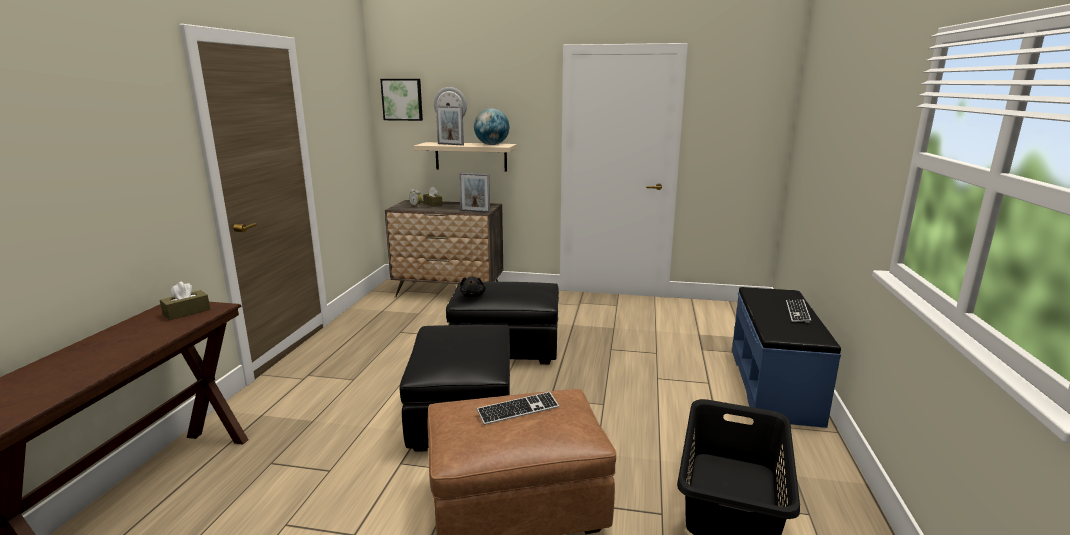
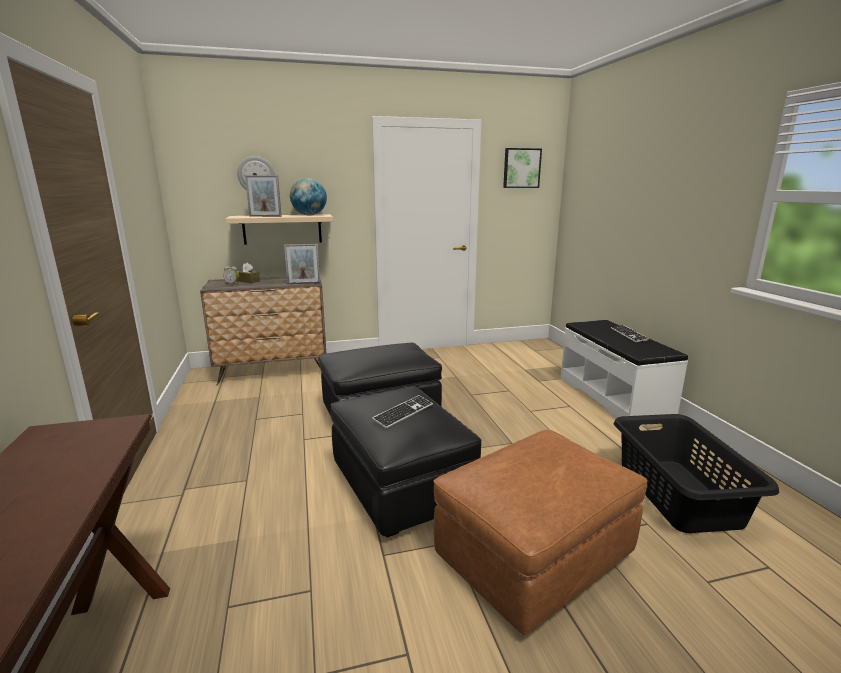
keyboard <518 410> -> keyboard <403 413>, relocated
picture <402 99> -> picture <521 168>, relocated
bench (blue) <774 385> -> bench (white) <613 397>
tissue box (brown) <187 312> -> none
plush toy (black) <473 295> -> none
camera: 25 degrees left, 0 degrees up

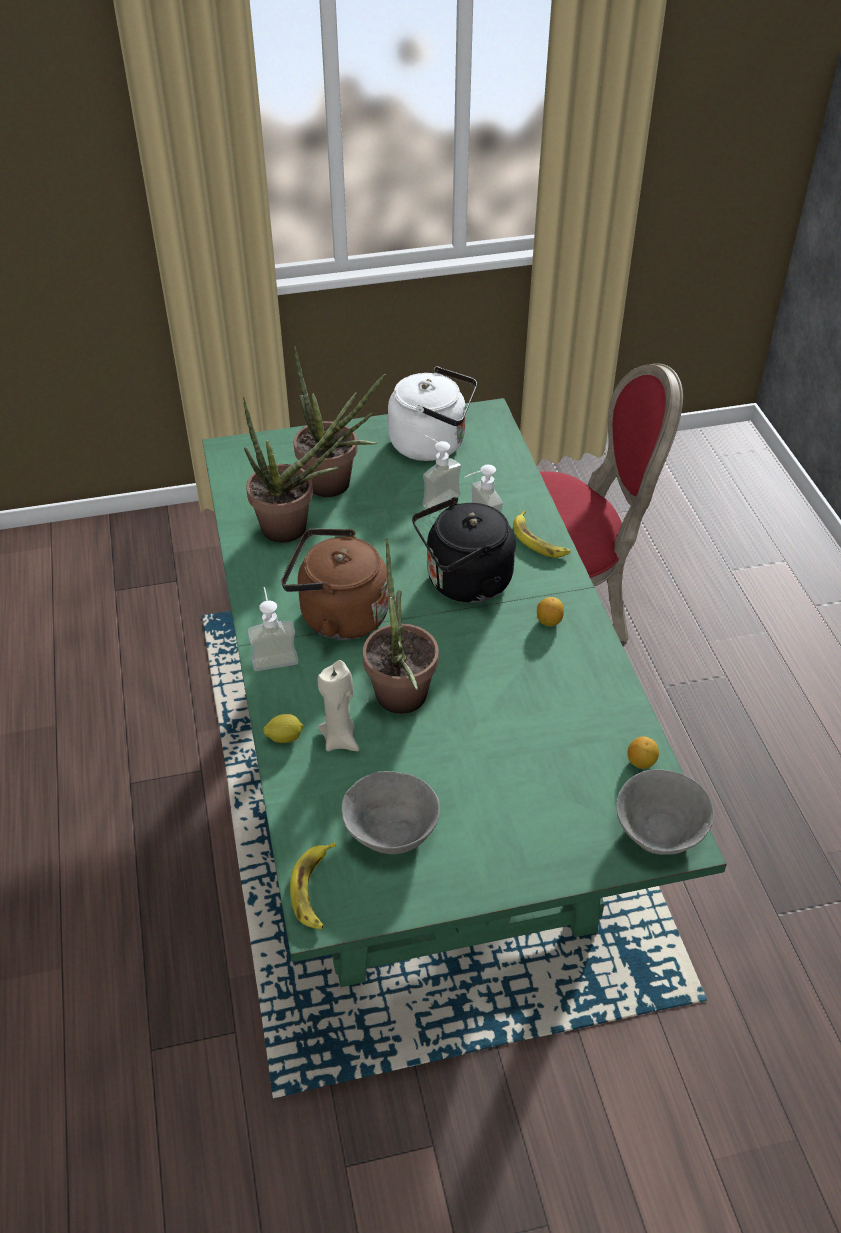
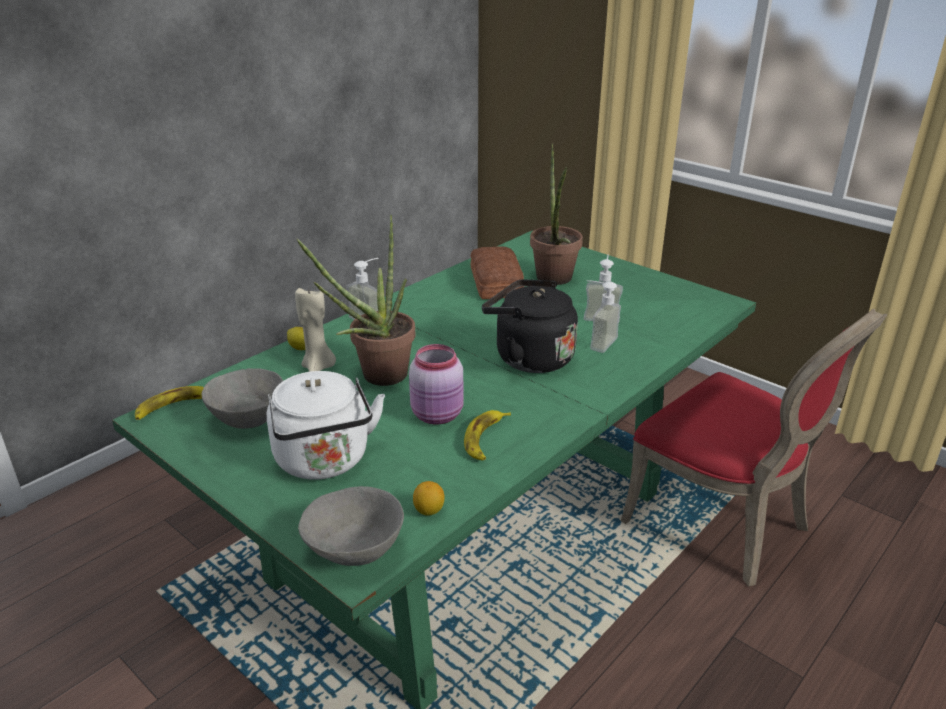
kettle (white) <432 444> -> kettle (white) <325 462>, relocated
none -> jar (pink) <438 415>
banana <538 540> -> banana <485 439>, relocated
potted plant <294 529> -> bread <494 283>
kettle (brown) <338 615> -> none
lemon <549 621> -> none
camera: 55 degrees right, 15 degrees down

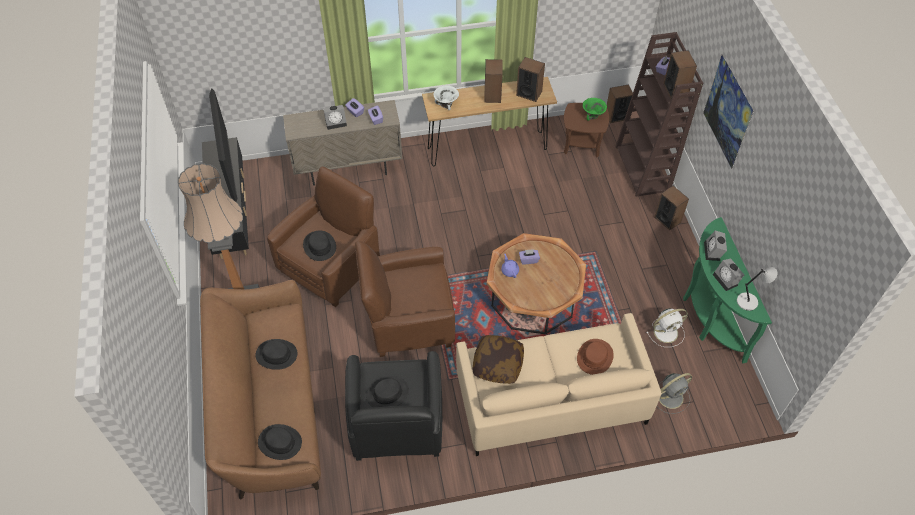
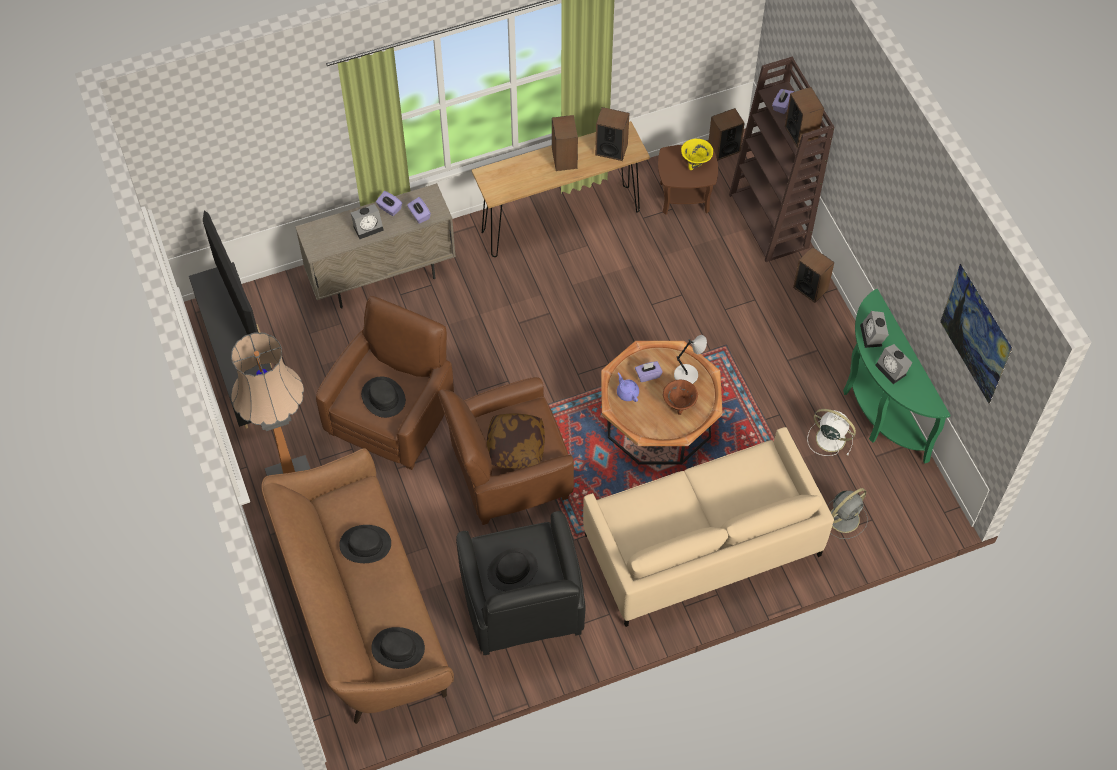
pillow <497 364> -> pillow <515 446>, relocated
none -> bowl (brown) <679 403>
table lamp (grey) <748 301> -> table lamp (grey) <687 374>, relocated
bowl (green) <593 115> -> bowl (yellow) <695 161>
fan (white) <667 332> -> fan (white) <829 438>, 120 degrees counterclockwise
picture <722 126> -> picture <969 348>, relocated
bowl (white) <446 104> -> none
hat (brown) <595 357> -> none
camera: 10 degrees left, 5 degrees up

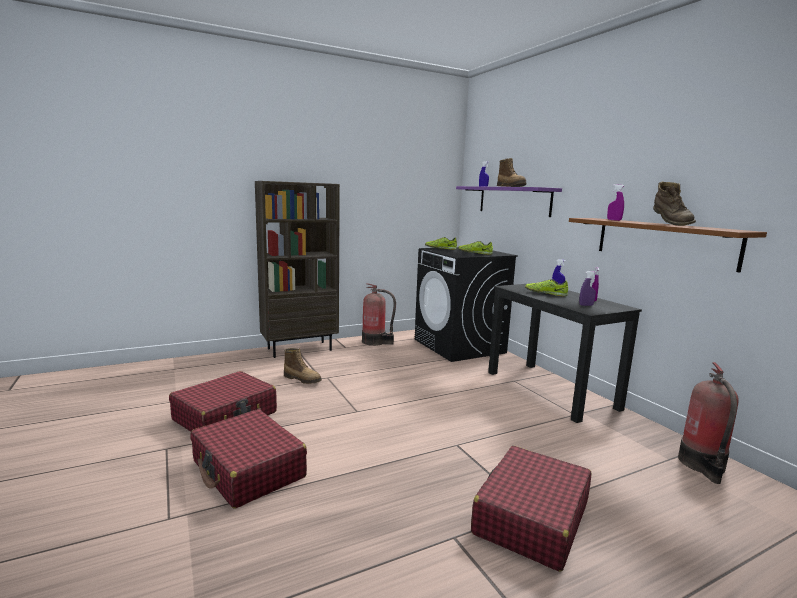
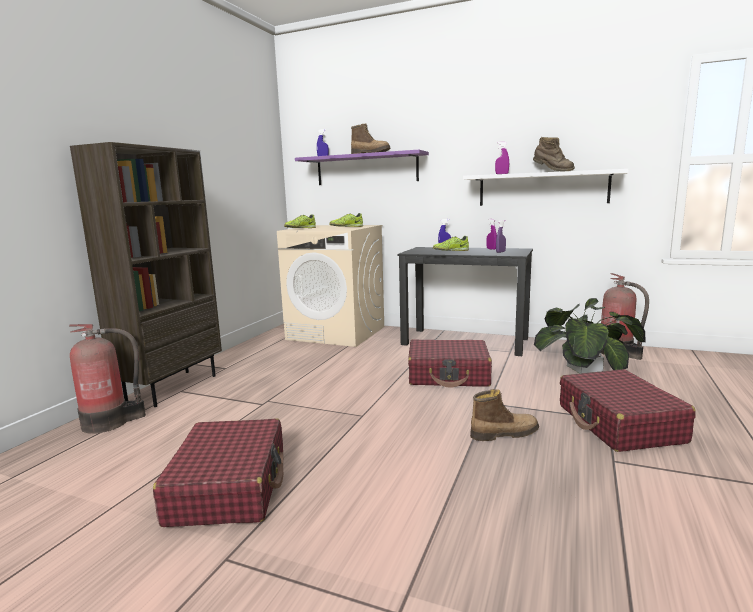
fire extinguisher <375 342> -> fire extinguisher <109 422>, relocated
washing machine (black) <459 346> -> washing machine (beige) <337 333>
suitcase (red) <248 470> -> suitcase (red) <448 375>, relocated
shelf (brown) <663 242> -> shelf (white) <542 188>
boot <303 379> -> boot <503 434>, relocated
none -> potted plant <584 368>
camera: 40 degrees left, 0 degrees up

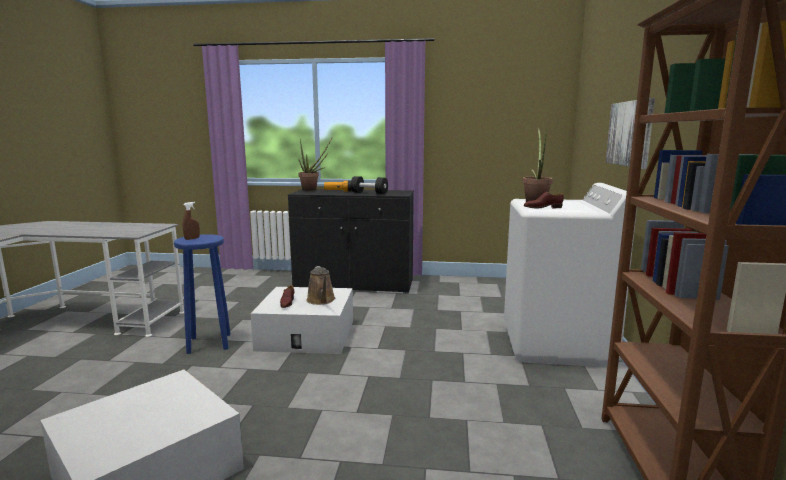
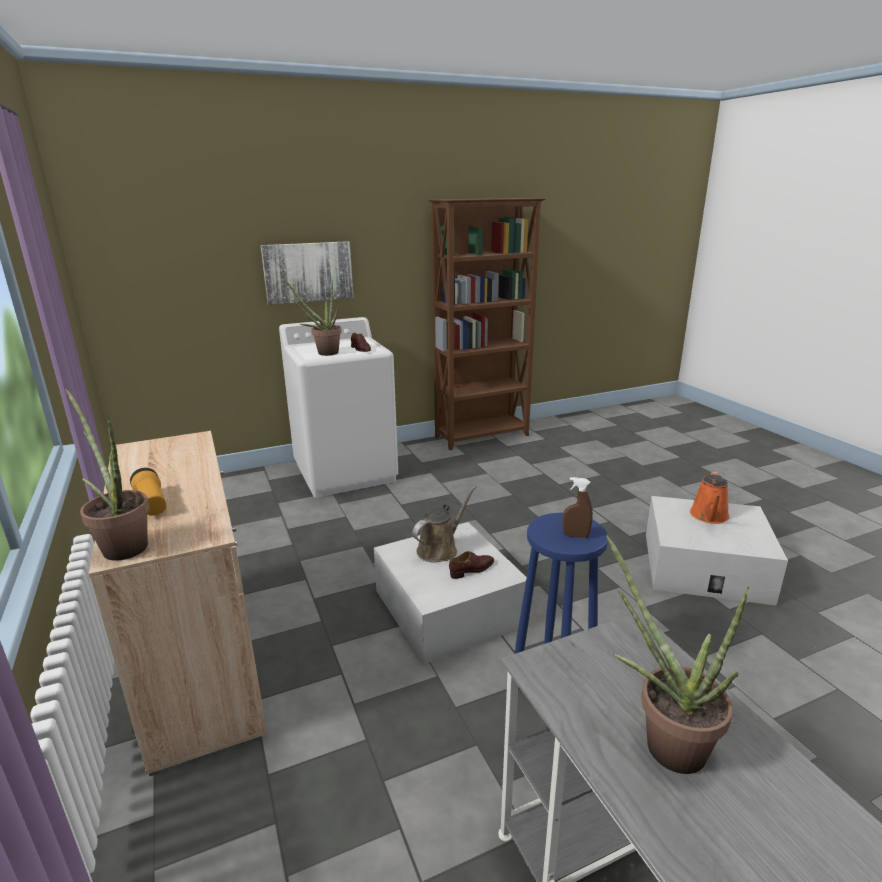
cabinet (black) <354 285> -> cabinet (beige) <201 661>
none -> potted plant <663 741>
none -> watering can (orange) <709 516>
dumbbell (black) <369 193> -> none
camera: 120 degrees left, 10 degrees up

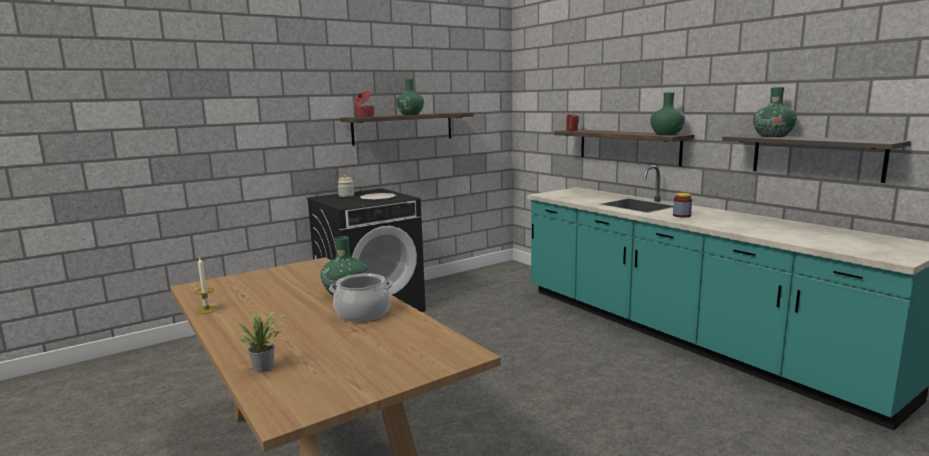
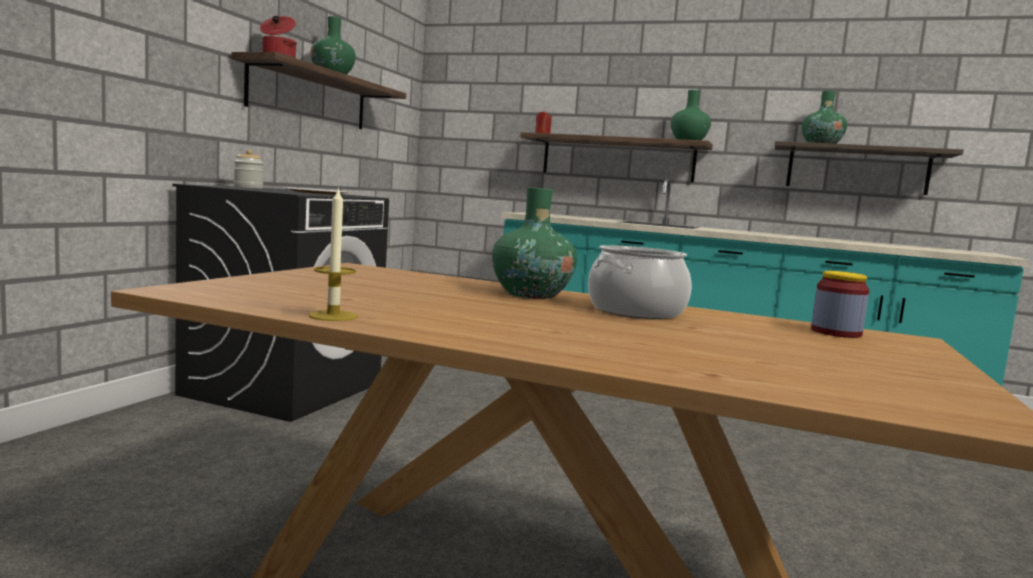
jar <681 215> -> jar <836 332>, relocated
potted plant <265 367> -> none
camera: 35 degrees left, 5 degrees down

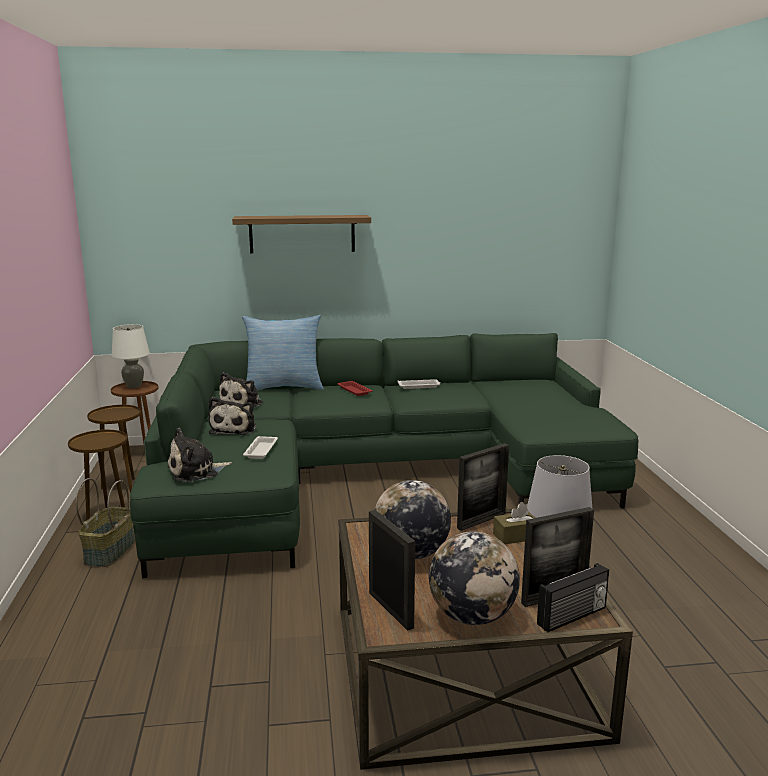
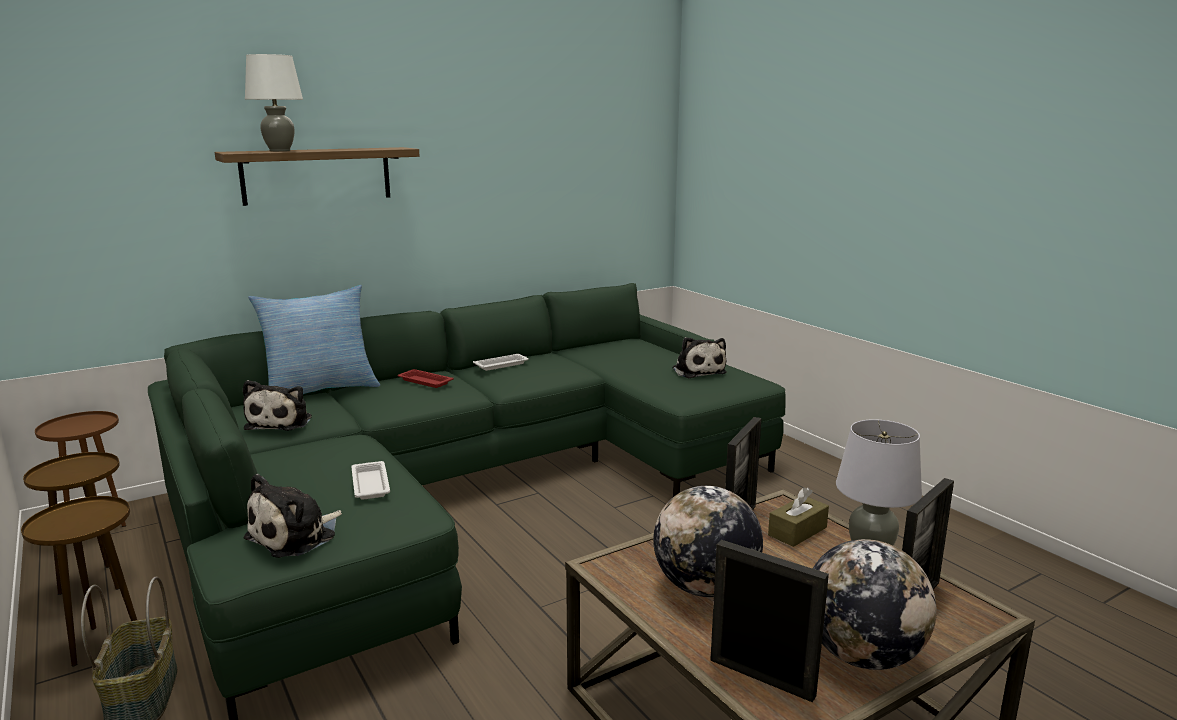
table lamp (white) <134 386> -> table lamp (white) <280 150>, relocated
plush toy <234 429> -> plush toy <697 371>, relocated
radio <573 617> -> none
camera: 25 degrees left, 0 degrees up

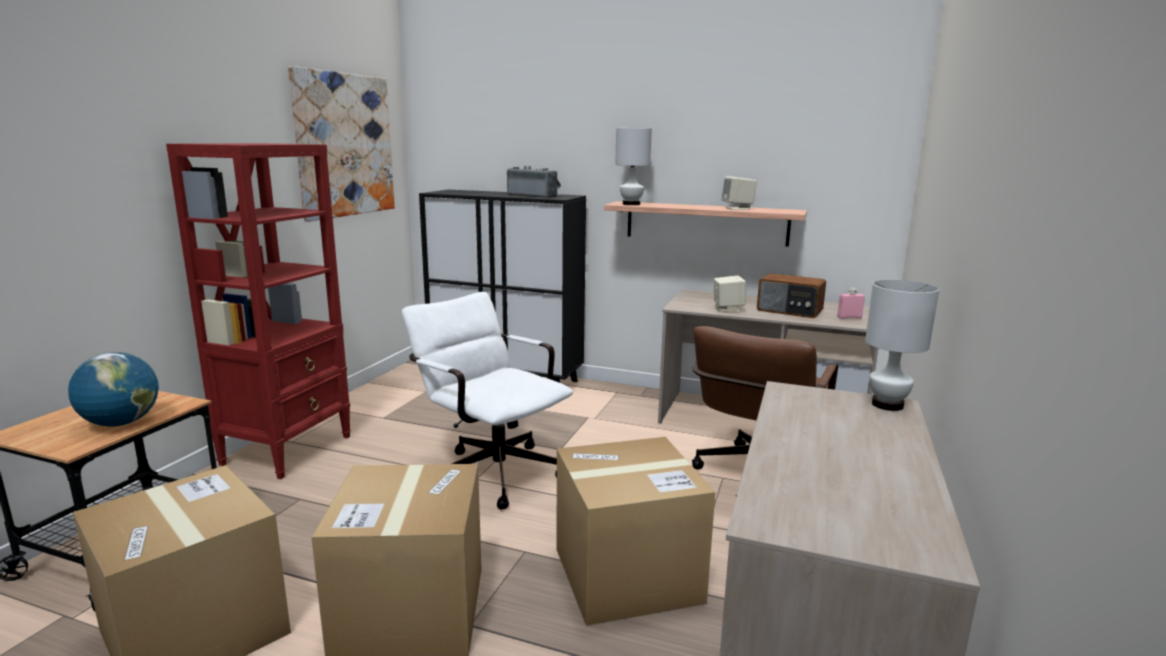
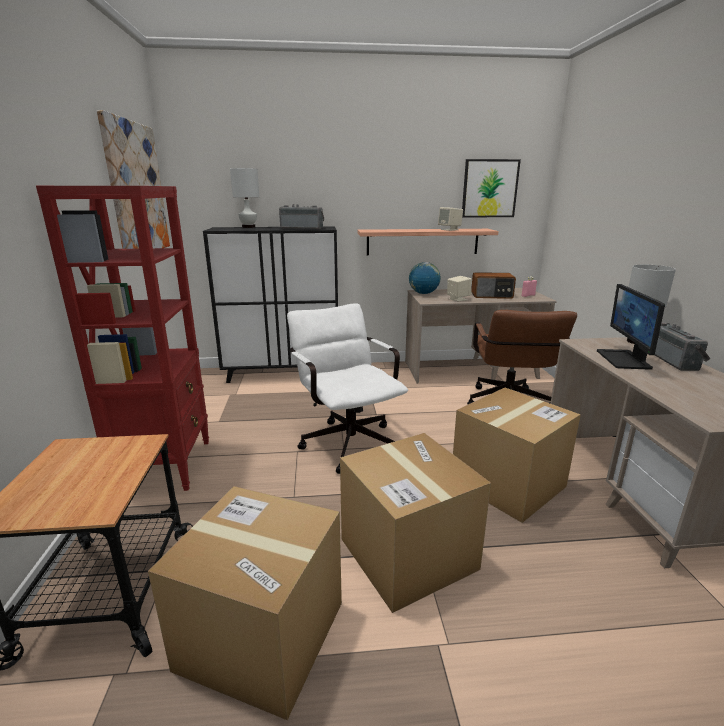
table lamp (white) <631 204> -> table lamp (white) <248 227>, relocated
office chair (white) <491 470> -> office chair (white) <347 440>, 45 degrees clockwise
globe <121 423> -> globe <423 293>, relocated
none -> picture <489 188>
none -> monitor <624 359>
none -> radio <674 360>
camera: 25 degrees left, 5 degrees up

